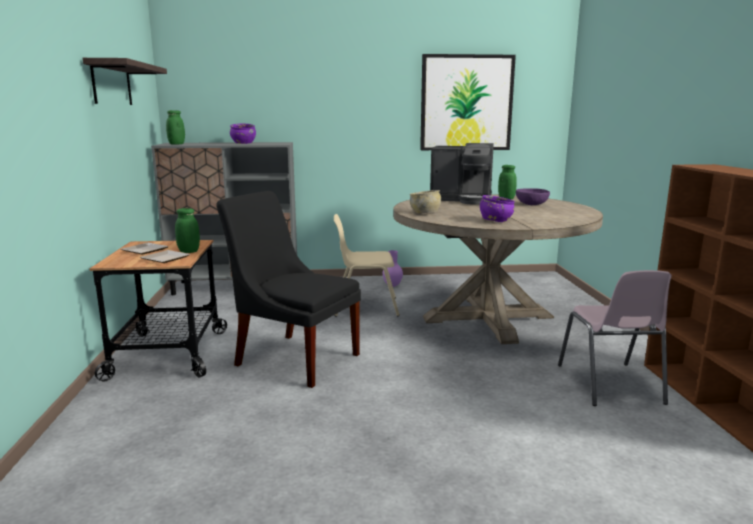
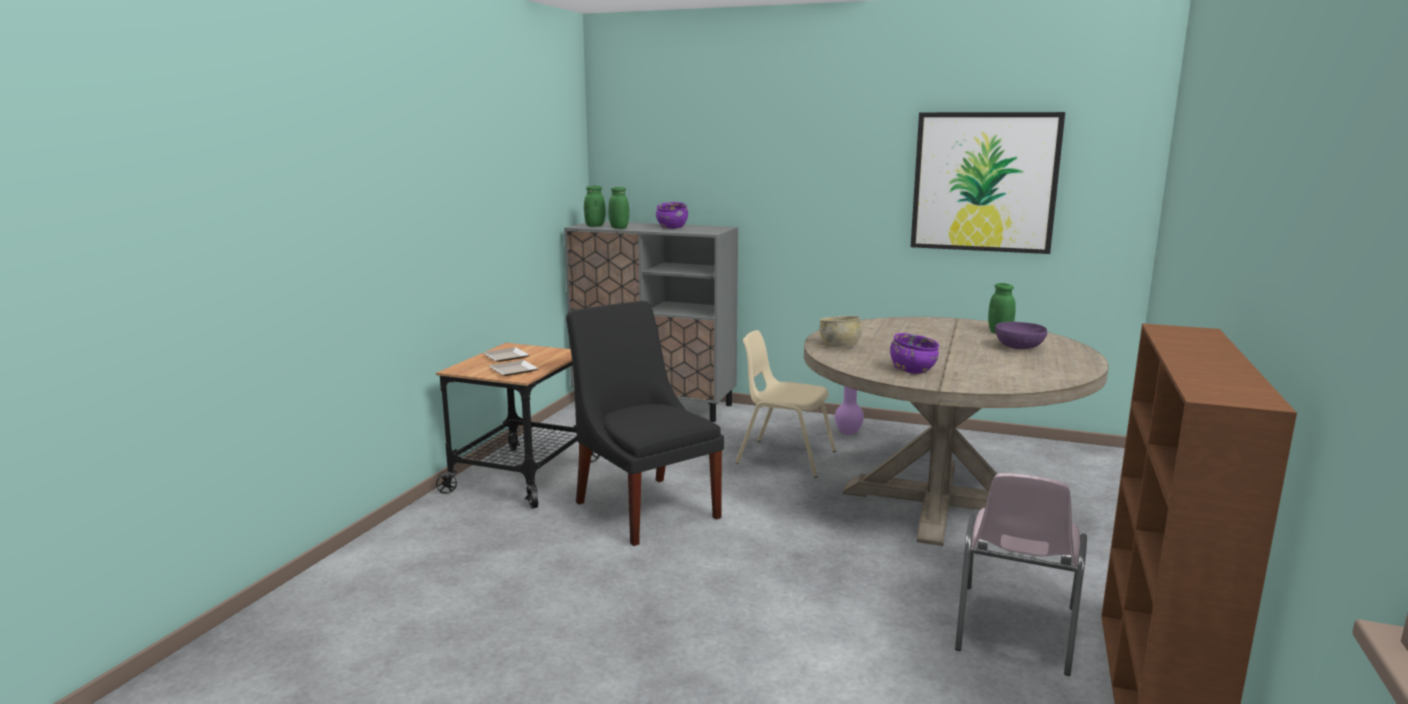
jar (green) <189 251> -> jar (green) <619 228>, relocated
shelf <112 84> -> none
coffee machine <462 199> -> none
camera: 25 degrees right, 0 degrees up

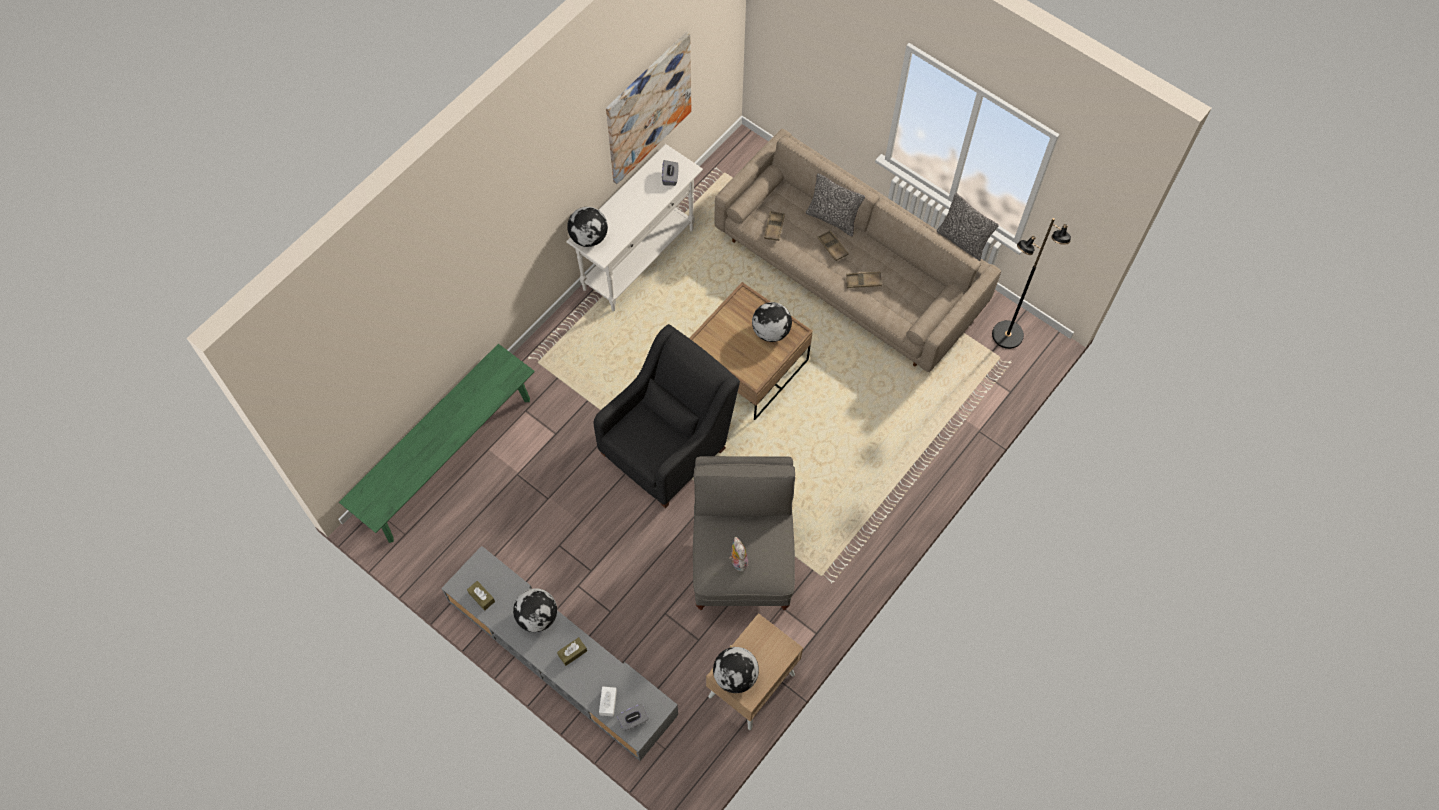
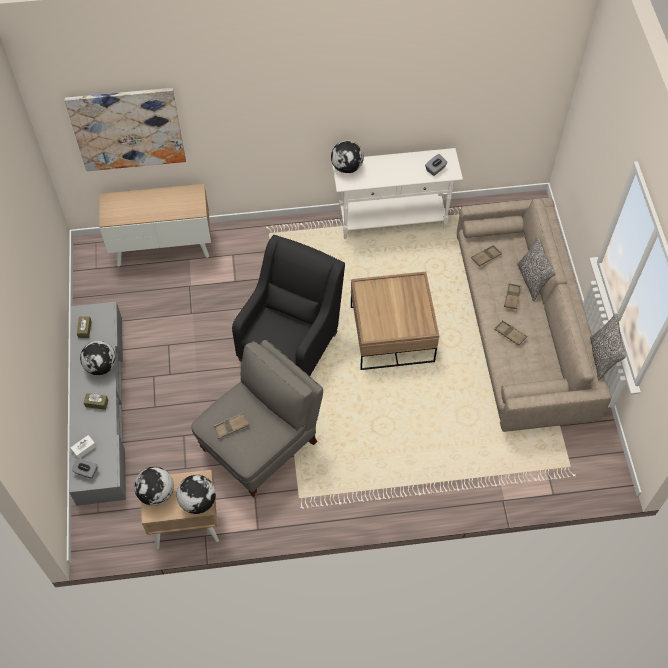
picture <648 108> -> picture <127 129>, relocated
bench (green) <448 458> -> cabinet <163 246>
globe <770 331> -> globe <198 501>, relocated
plush toy <737 561> -> tray (brown) <231 427>
armchair (black) <668 446> -> armchair (black) <291 342>, 60 degrees counterclockwise
floor lamp (black) <1007 335> -> none
camera: 45 degrees right, 5 degrees down

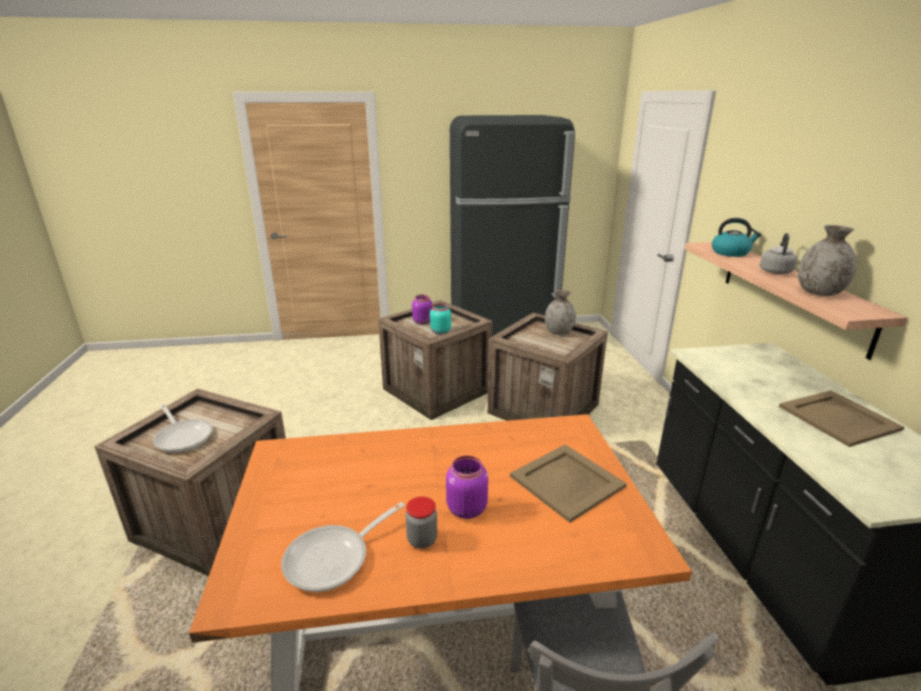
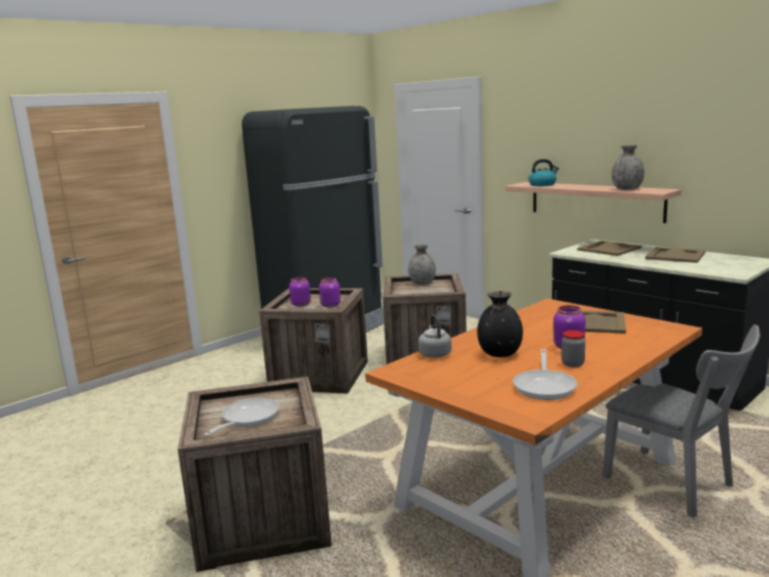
frying pan <183 436> -> frying pan <247 419>, 75 degrees counterclockwise
jar (turquoise) <440 332> -> jar (purple) <330 306>
kettle (grey) <775 271> -> kettle (grey) <434 354>, relocated
none -> vase (black) <500 354>
none -> tray (beige) <608 249>
camera: 35 degrees left, 10 degrees down

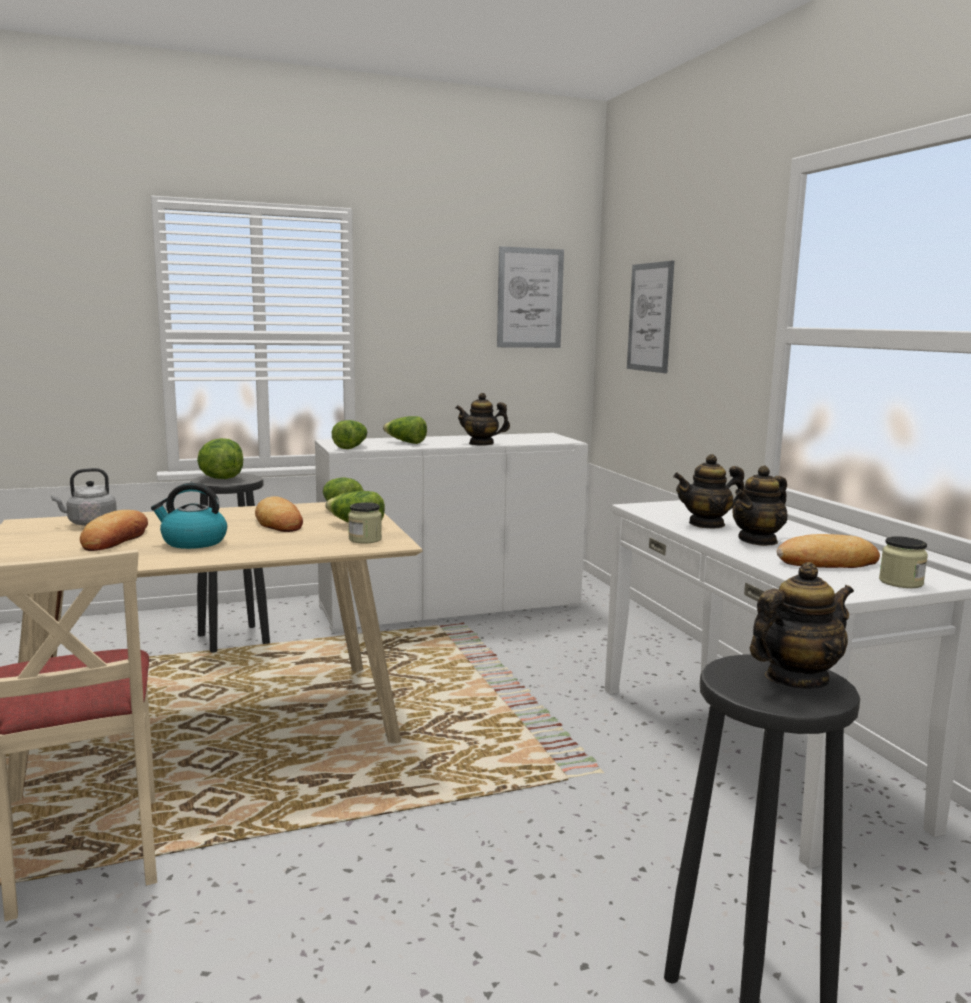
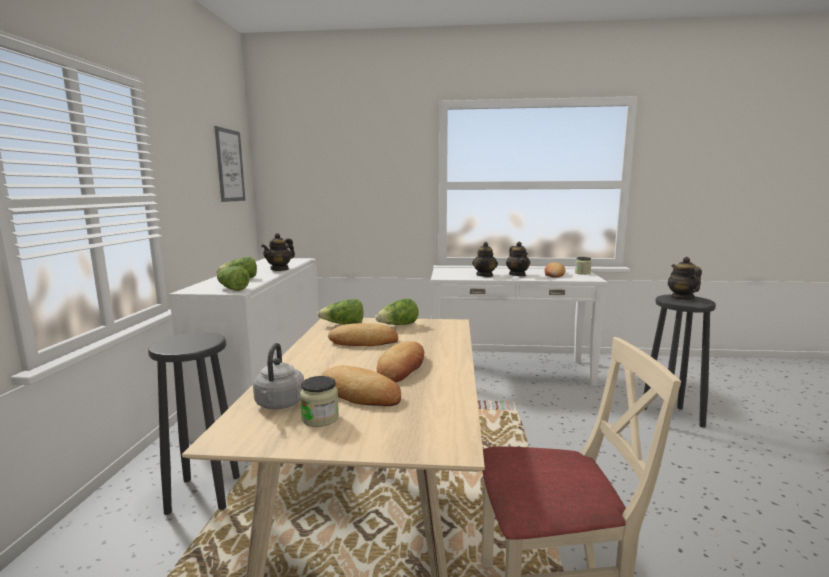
jar <365 539> -> jar <320 418>, relocated
kettle <193 542> -> bread <402 367>
lettuce <221 478> -> none
picture <650 317> -> none
camera: 65 degrees left, 0 degrees up

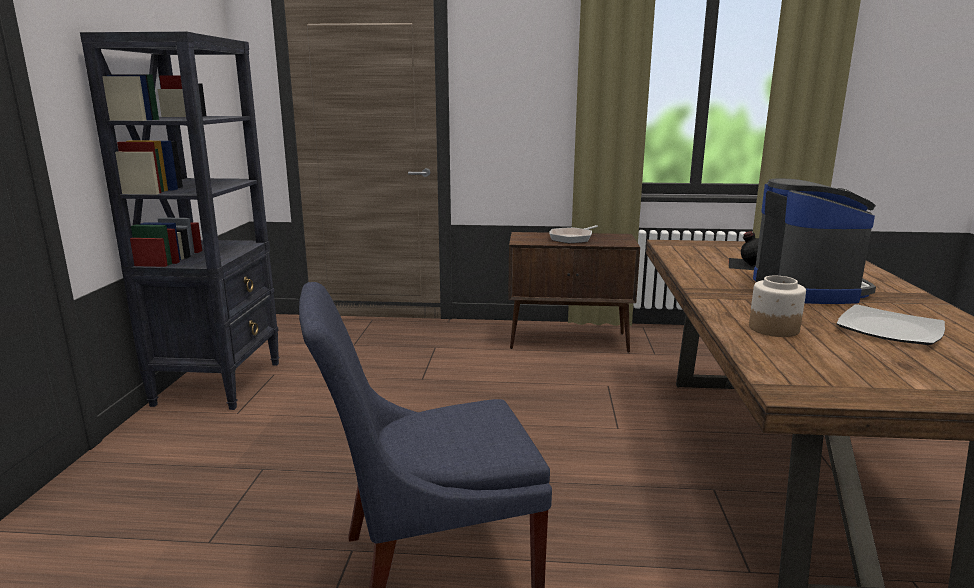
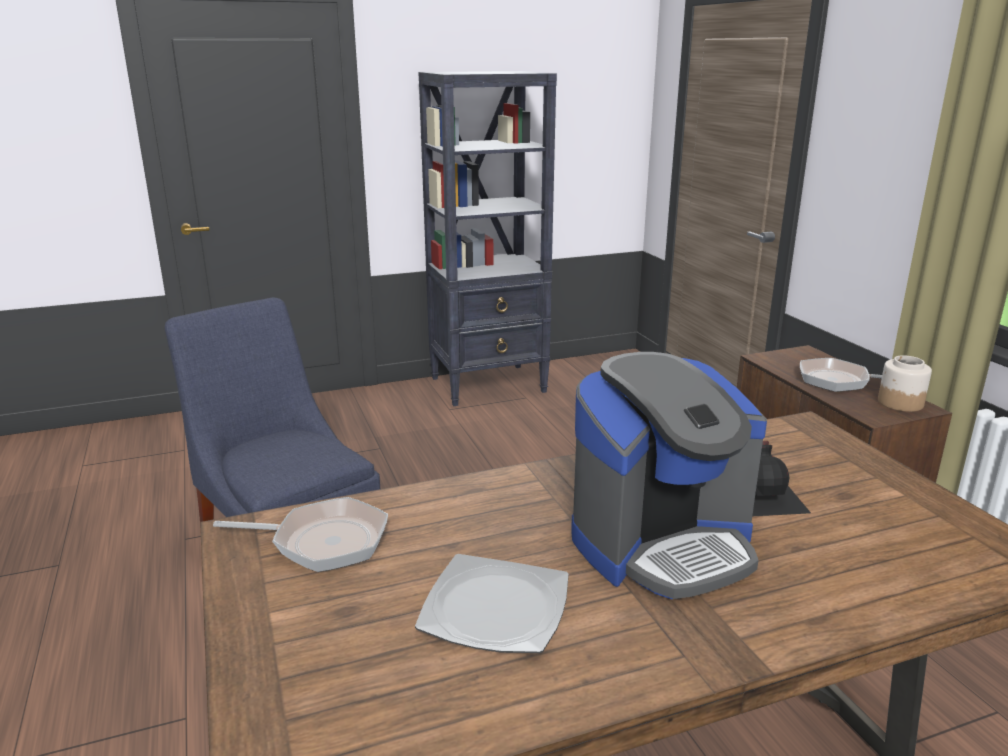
none -> frying pan <323 541>
jar <773 329> -> jar <899 403>, relocated
camera: 65 degrees right, 5 degrees up

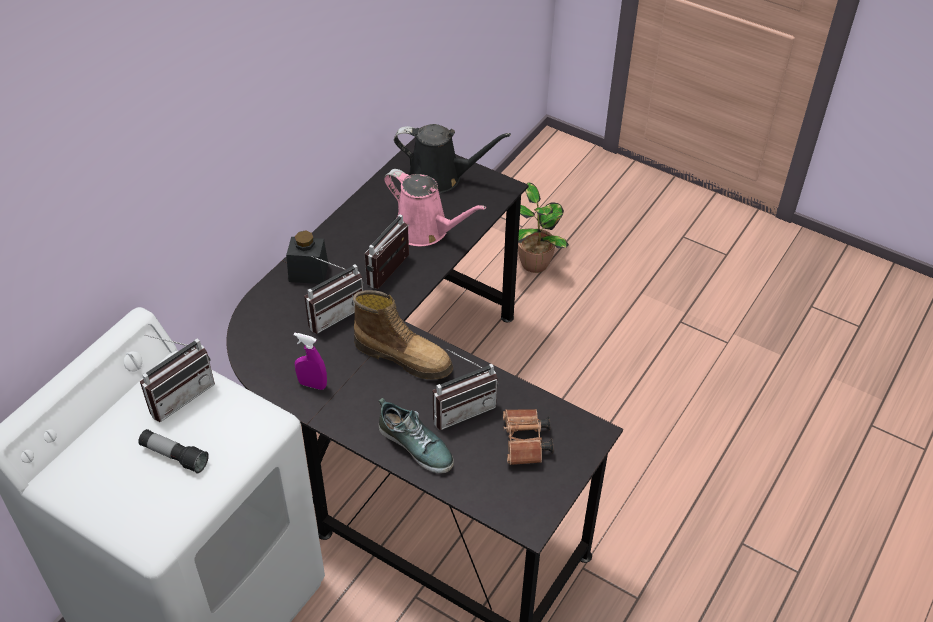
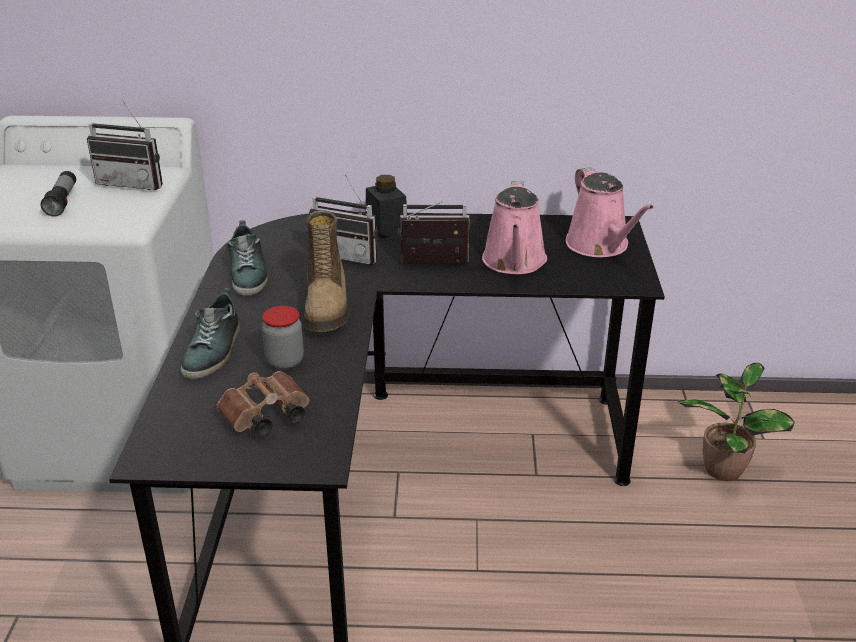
spray bottle (purple) <312 384> -> shoe <249 274>
radio <461 408> -> jar <285 361>
watering can (black) <440 177> -> watering can (pink) <600 246>
camera: 60 degrees right, 15 degrees down

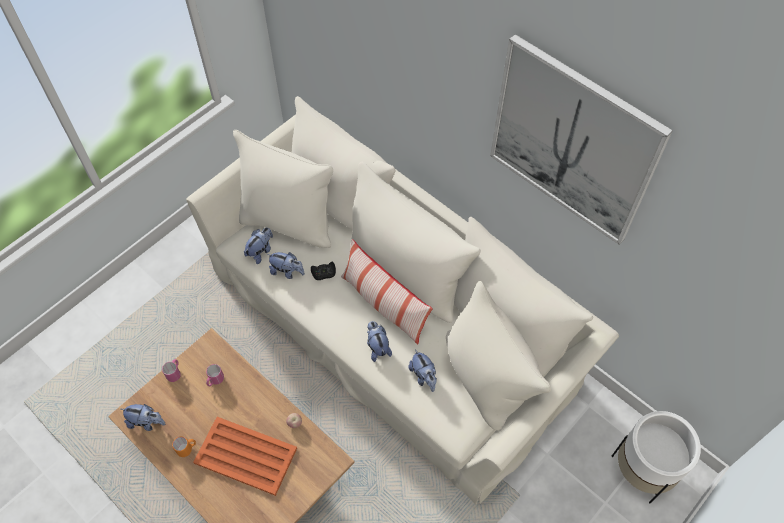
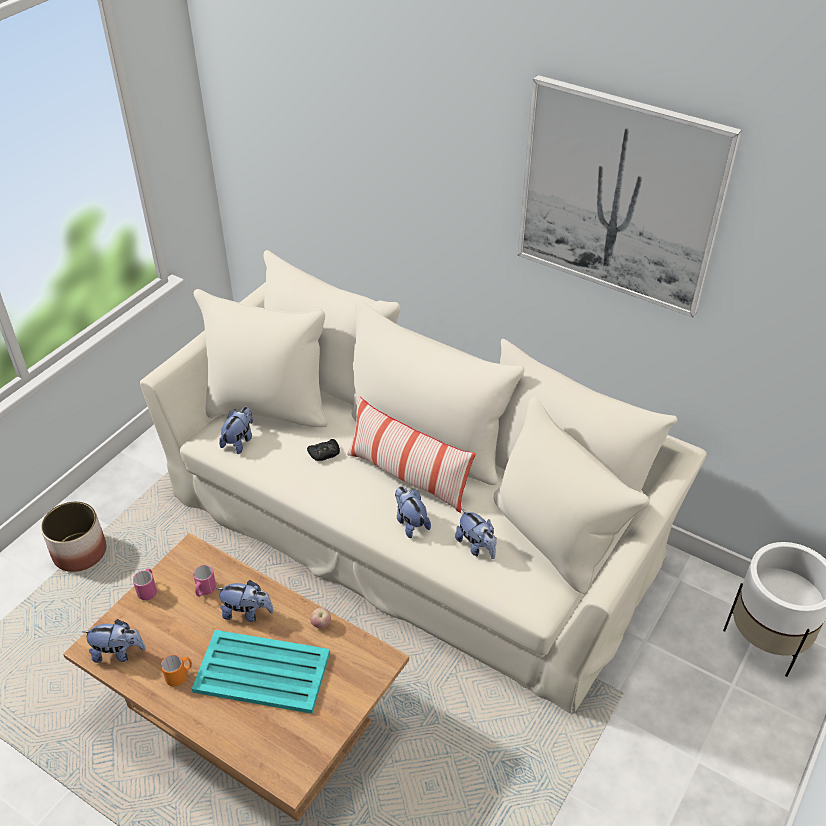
none -> planter <79 552>
tray (orange) <245 455> -> tray (turquoise) <261 671>
plush toy <287 272> -> plush toy <247 612>, relocated
camera: 10 degrees left, 15 degrees down

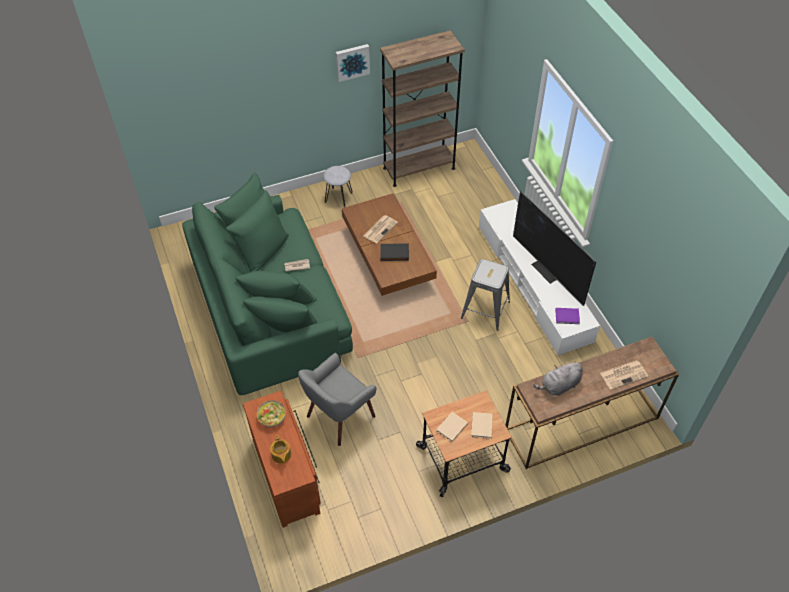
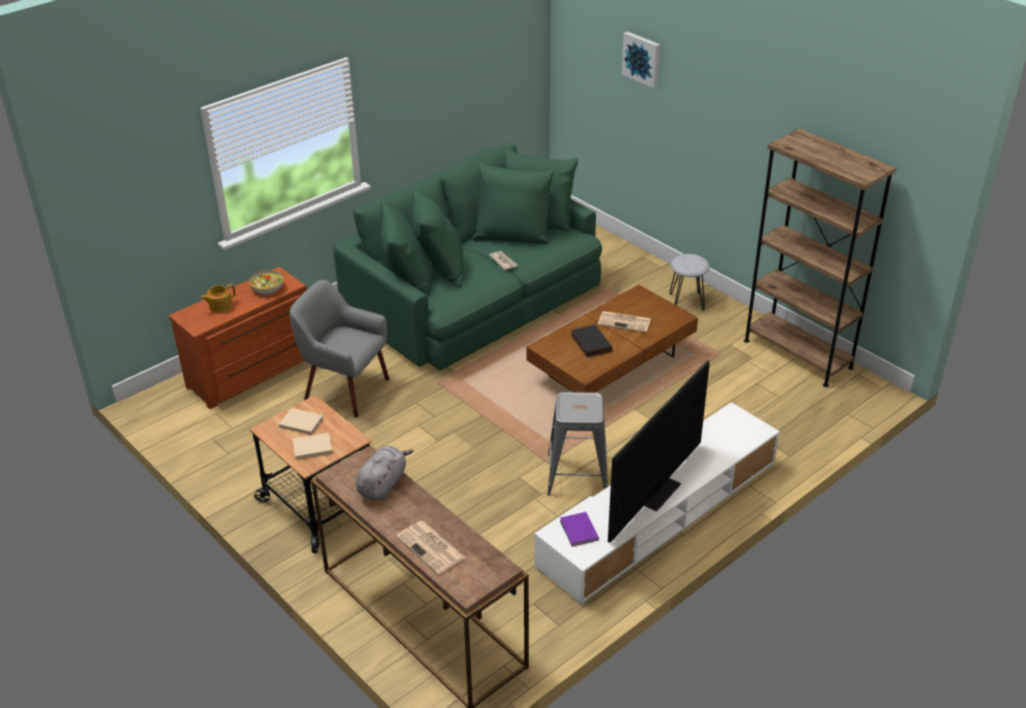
plush toy (grey) <559 386> -> plush toy (grey) <383 484>, 75 degrees clockwise
picture <352 62> -> picture <642 58>, relocated
camera: 70 degrees right, 15 degrees down

